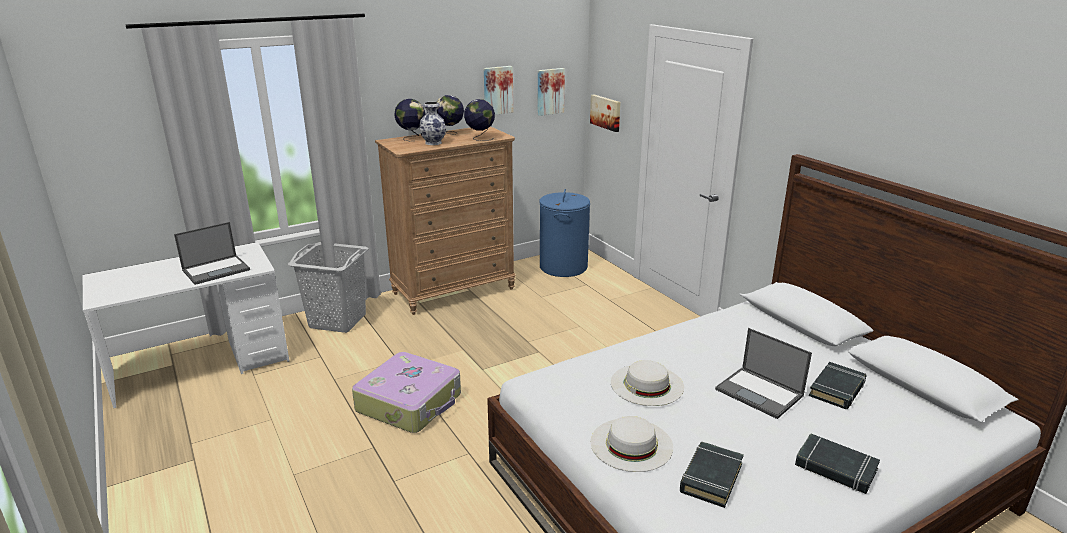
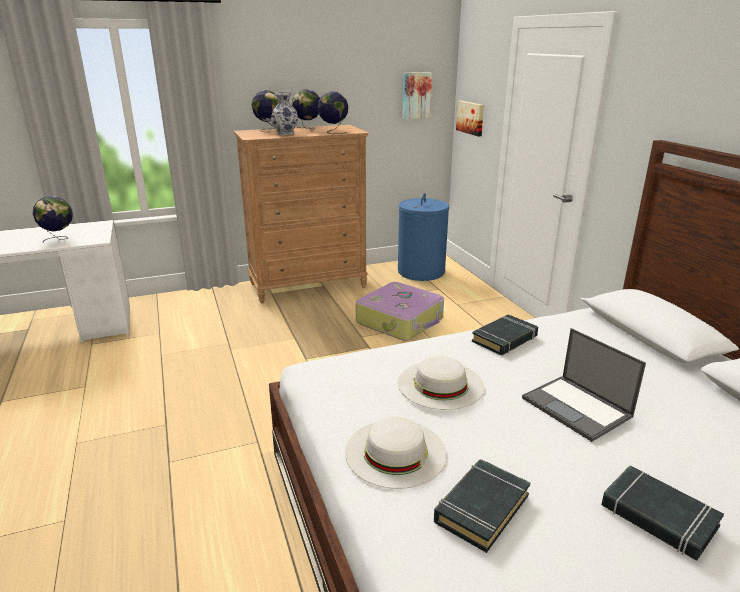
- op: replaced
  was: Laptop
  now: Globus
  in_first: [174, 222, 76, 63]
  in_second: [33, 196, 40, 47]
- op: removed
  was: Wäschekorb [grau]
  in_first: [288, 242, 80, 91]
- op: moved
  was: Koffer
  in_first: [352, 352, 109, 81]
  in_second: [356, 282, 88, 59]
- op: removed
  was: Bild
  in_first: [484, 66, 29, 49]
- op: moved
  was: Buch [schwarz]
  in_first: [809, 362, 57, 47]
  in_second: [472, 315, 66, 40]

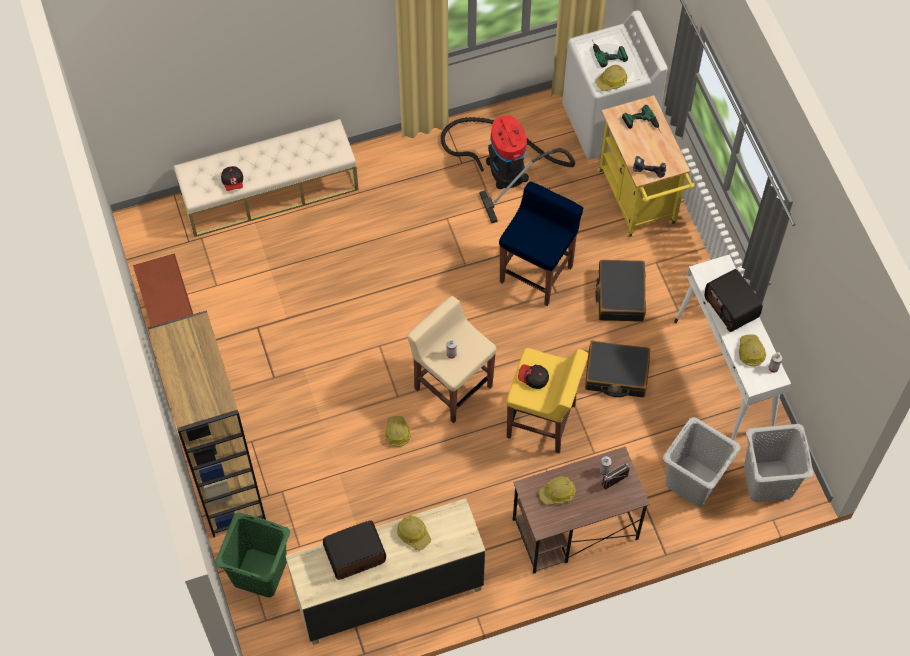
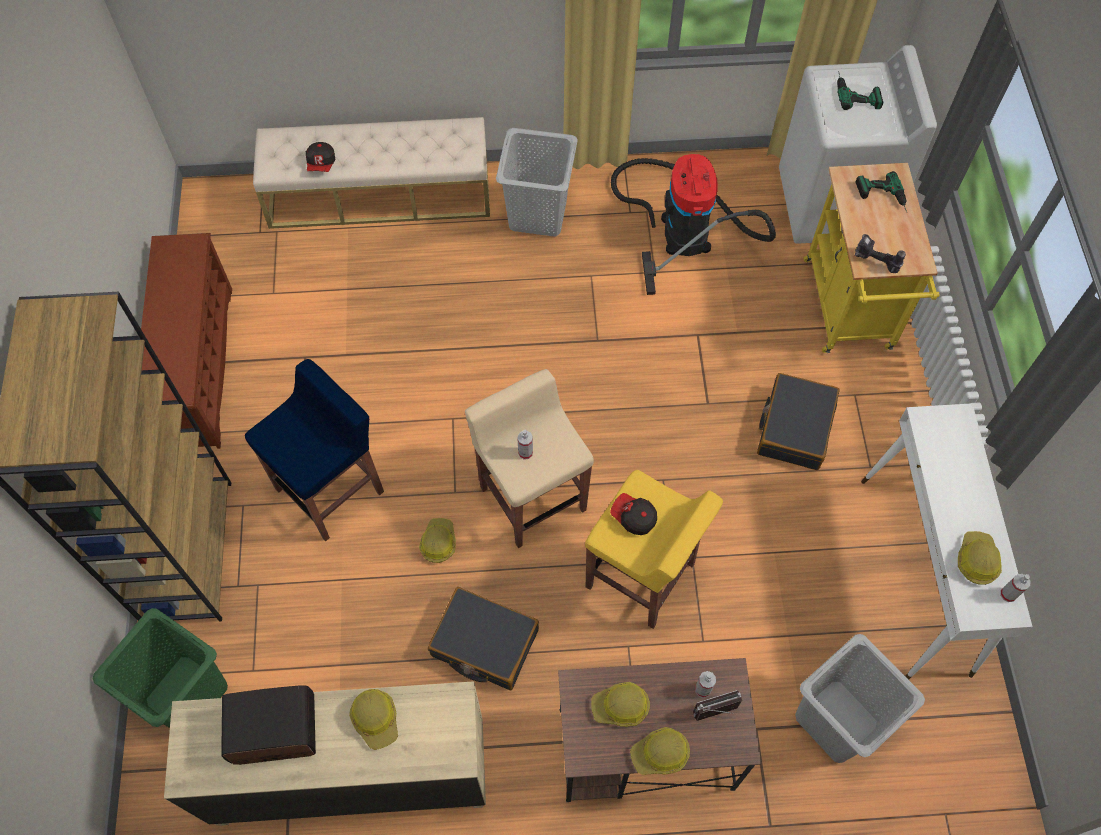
- op: moved
  was: Hocker [blau]
  in_first: [499, 182, 84, 124]
  in_second: [245, 359, 139, 182]
- op: moved
  was: Koffer [schwarz]
  in_first: [585, 341, 65, 56]
  in_second: [428, 587, 111, 103]
- op: moved
  was: Schutzhelm
  in_first: [595, 65, 33, 26]
  in_second: [630, 727, 60, 48]
- op: removed
  was: Radio
  in_first: [705, 269, 58, 63]
- op: moved
  was: Wäschekorb [grau]
  in_first: [744, 424, 69, 78]
  in_second: [496, 128, 82, 108]

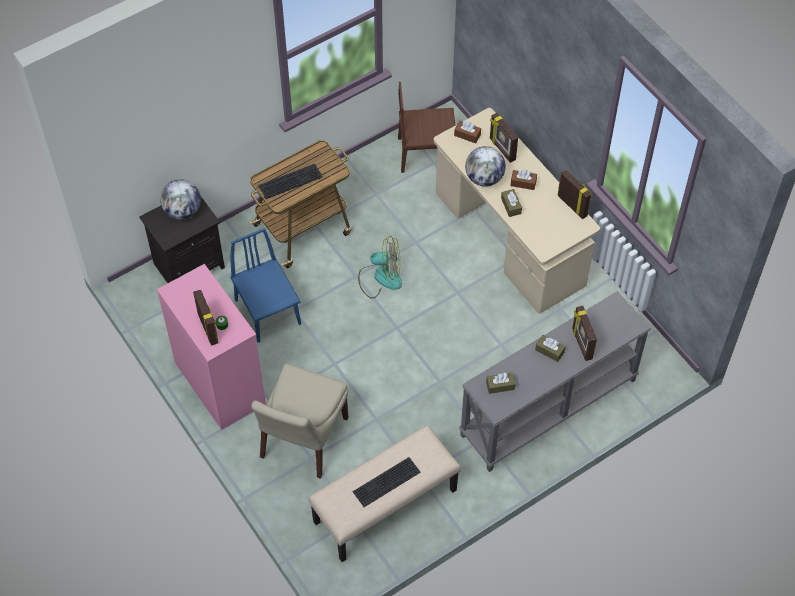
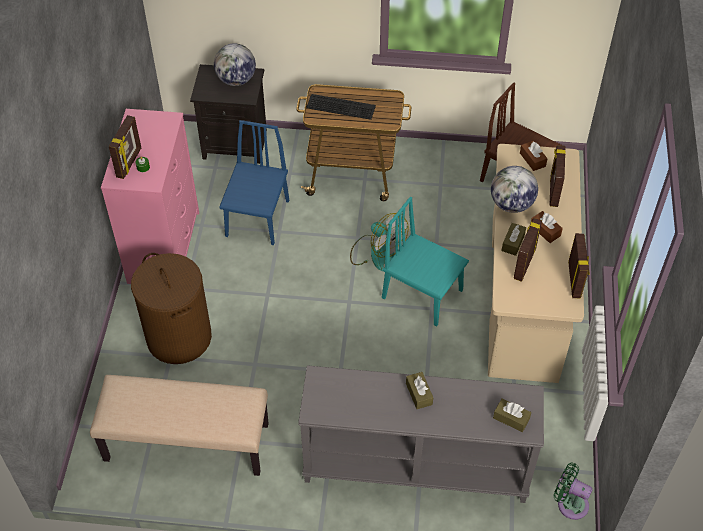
- op: replaced
  was: Stuhl [beige]
  now: Wäschekorb [braun]
  in_first: [251, 364, 97, 115]
  in_second: [131, 253, 81, 111]
- op: removed
  was: Tastatur
  in_first: [353, 457, 68, 50]
- op: moved
  was: Taschentuchbox [braun]
  in_first: [486, 372, 29, 22]
  in_second: [493, 398, 38, 34]
- op: moved
  was: Bilderrahmen
  in_first: [572, 306, 25, 55]
  in_second: [514, 218, 28, 64]
- op: added
  now: Stuhl [türkis]
  in_second: [382, 197, 87, 129]
- op: added
  now: Ventilator [grün]
  in_second: [554, 463, 39, 57]

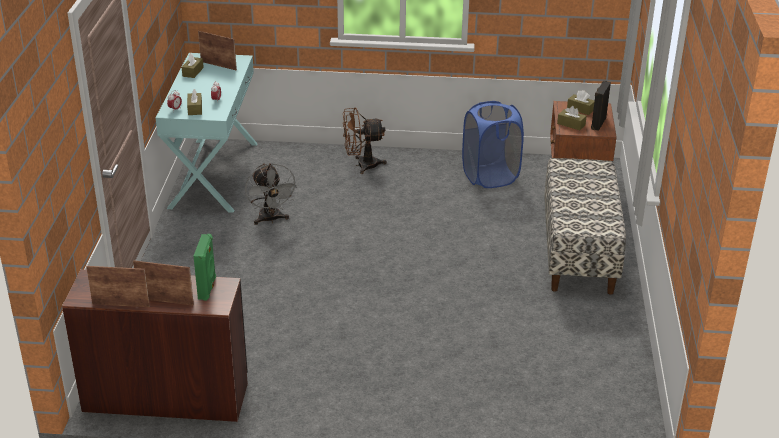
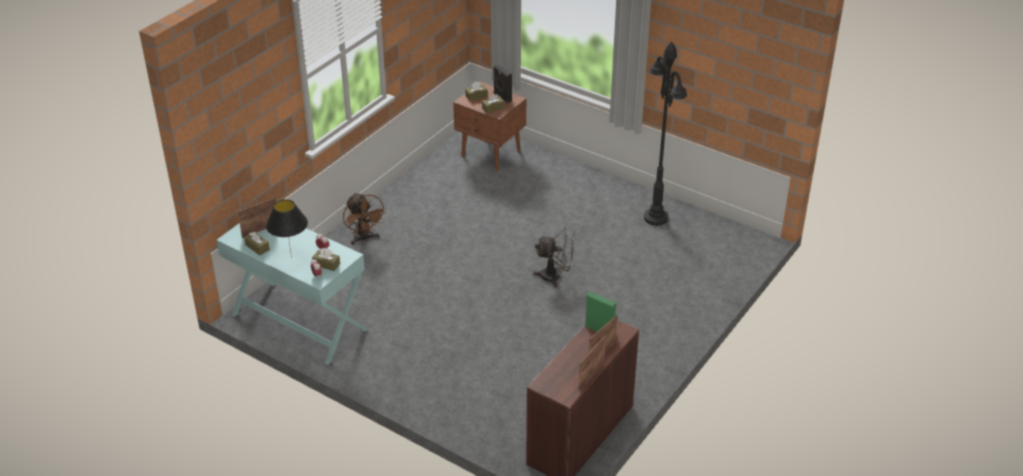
- op: moved
  was: Ventilator [grau]
  in_first: [245, 163, 53, 62]
  in_second: [533, 227, 42, 60]
- op: turned
  was: Ventilator [braun]
  in_first: [342, 108, 45, 66]
  in_second: [343, 193, 44, 52]
  clockwise: -45
- op: removed
  was: Wäschekorb [blau]
  in_first: [462, 101, 62, 87]
- op: removed
  was: Bank
  in_first: [544, 158, 82, 137]
- op: added
  now: Tischlampe [schwarz]
  in_second: [266, 199, 42, 59]
- op: added
  now: Stehlampe [schwarz]
  in_second: [644, 41, 43, 185]

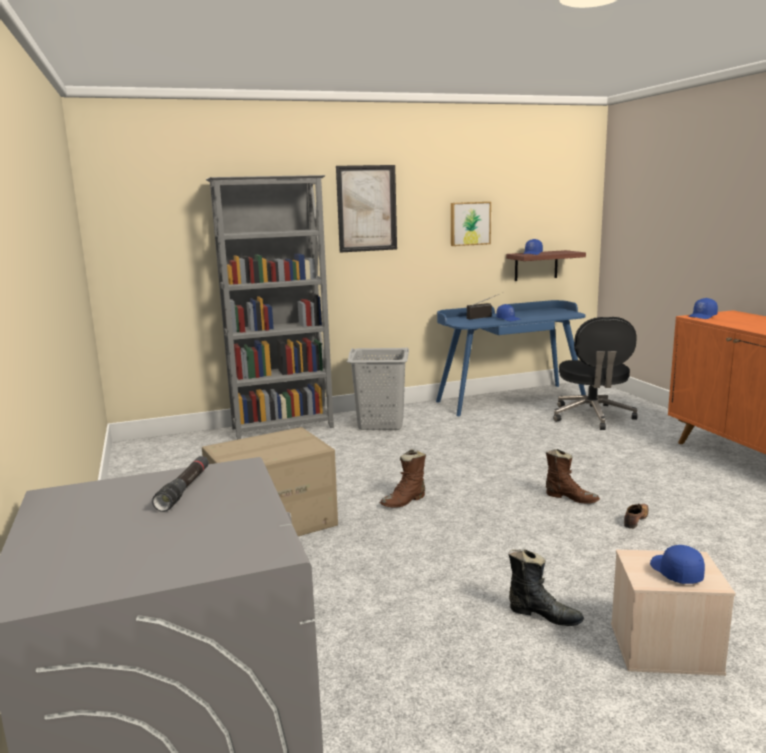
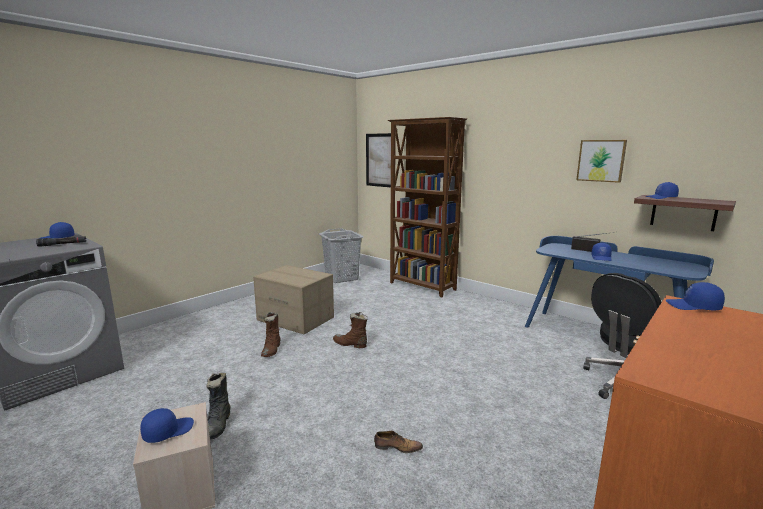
- op: recoloured
  was: Bücherregal [grau]
  now: Bücherregal [braun]
  in_first: [206, 175, 128, 265]
  in_second: [388, 117, 79, 180]
- op: moved
  was: Bild
  in_first: [336, 165, 61, 88]
  in_second: [366, 133, 25, 54]
- op: moved
  was: Wäschekorb [grau]
  in_first: [347, 347, 62, 83]
  in_second: [319, 228, 45, 55]
- op: moved
  was: Stiefel [braun]
  in_first: [546, 449, 54, 55]
  in_second: [261, 312, 20, 45]
- op: added
  now: Kappe [blau]
  in_second: [39, 222, 35, 17]

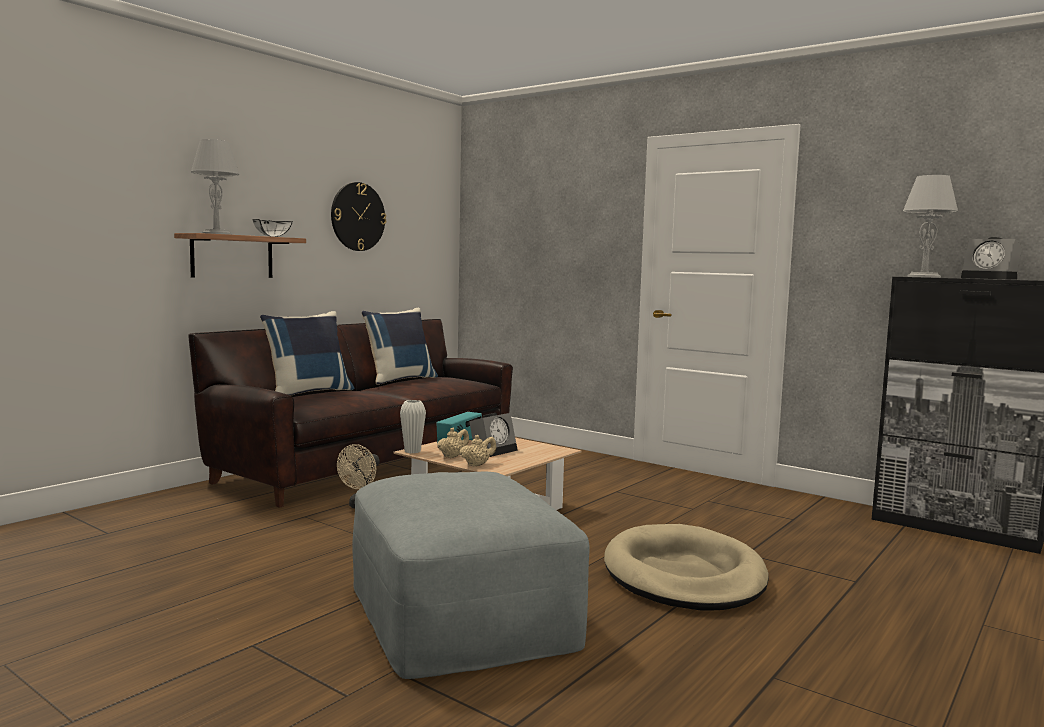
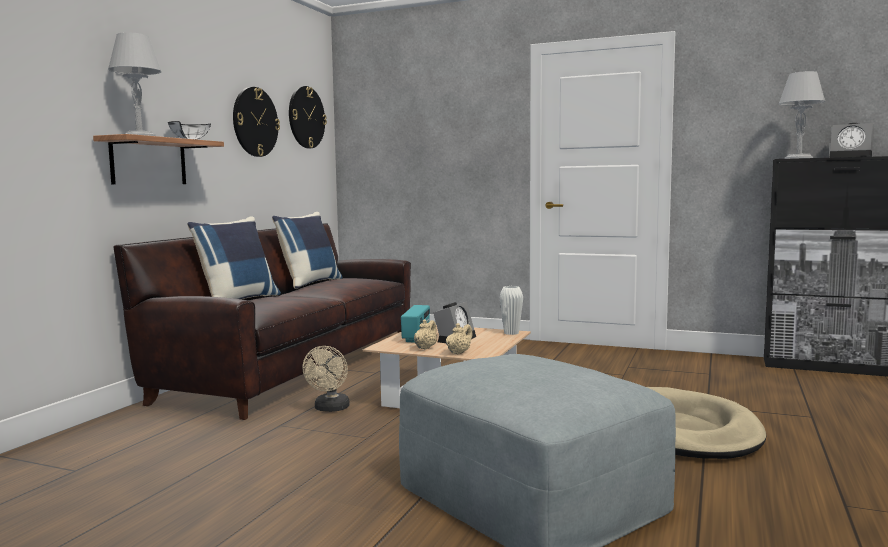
- op: moved
  was: Vase [weiß]
  in_first: [400, 400, 26, 53]
  in_second: [499, 286, 24, 49]
- op: added
  now: Wanduhr
  in_second: [289, 86, 38, 62]

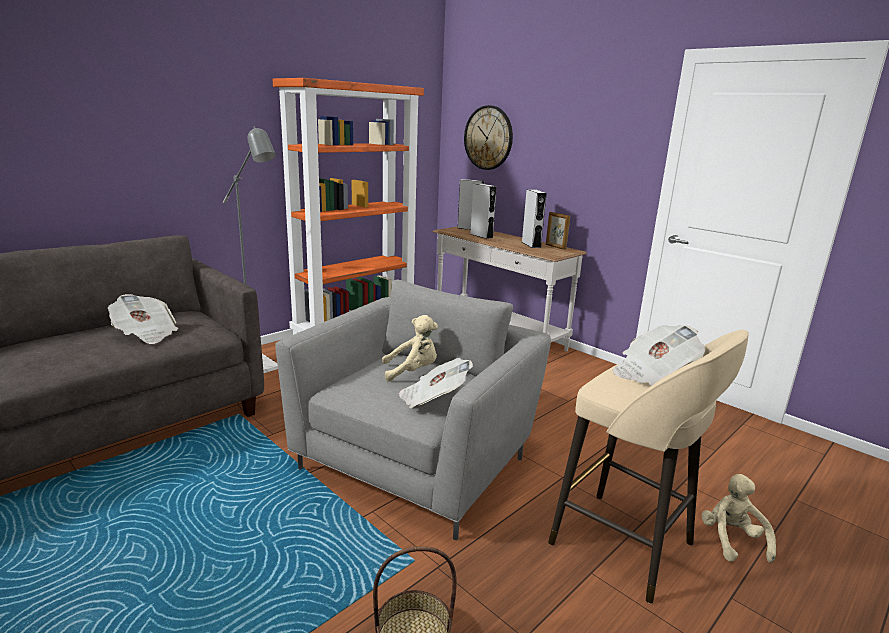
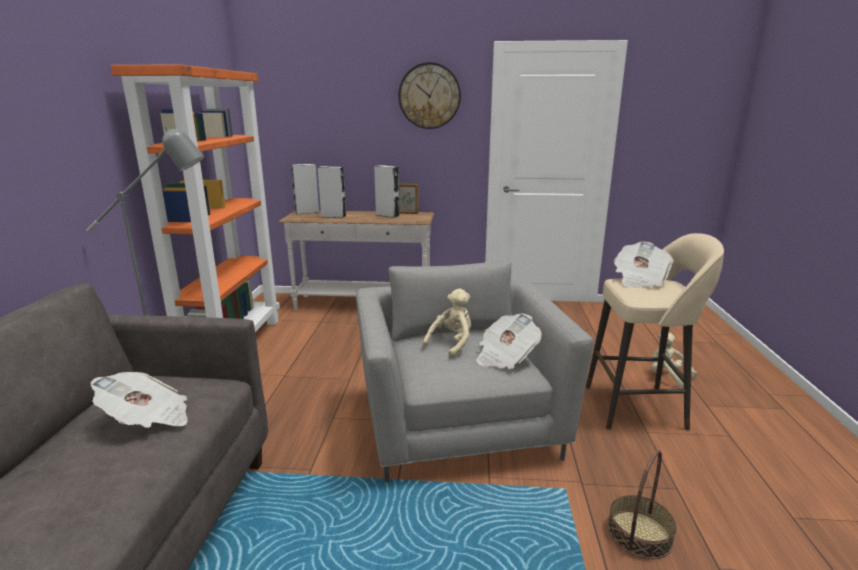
- op: moved
  was: Wanduhr
  in_first: [464, 105, 49, 65]
  in_second: [398, 62, 63, 67]

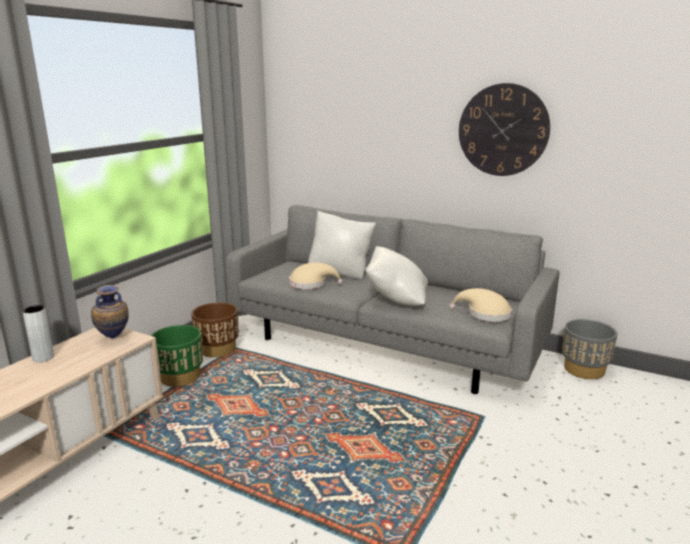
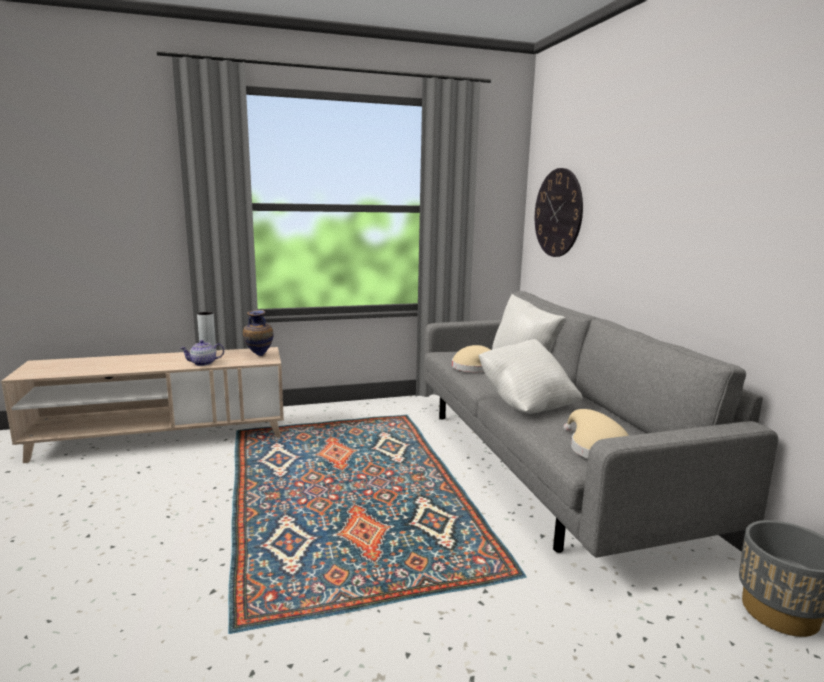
- op: removed
  was: Pflanzkübel [grün]
  in_first: [151, 325, 52, 62]
- op: removed
  was: Pflanzkübel [braun]
  in_first: [191, 302, 47, 56]
- op: moved
  was: Wanduhr
  in_first: [459, 83, 91, 93]
  in_second: [535, 168, 48, 89]
- op: added
  now: Teekanne
  in_second: [180, 340, 44, 26]

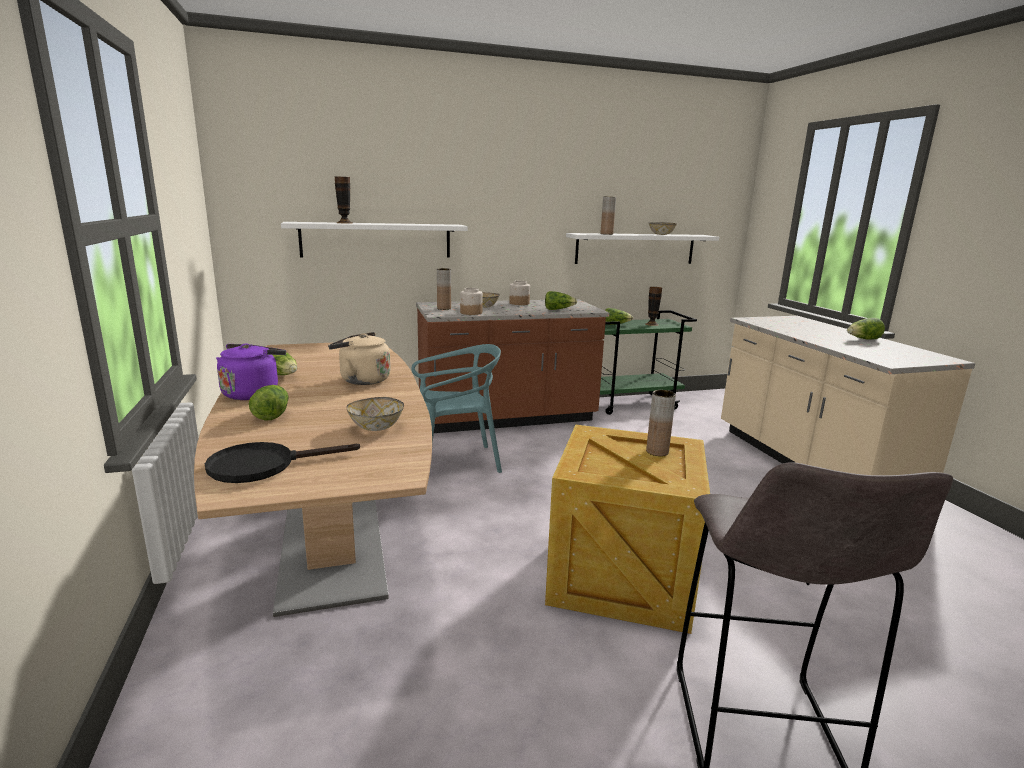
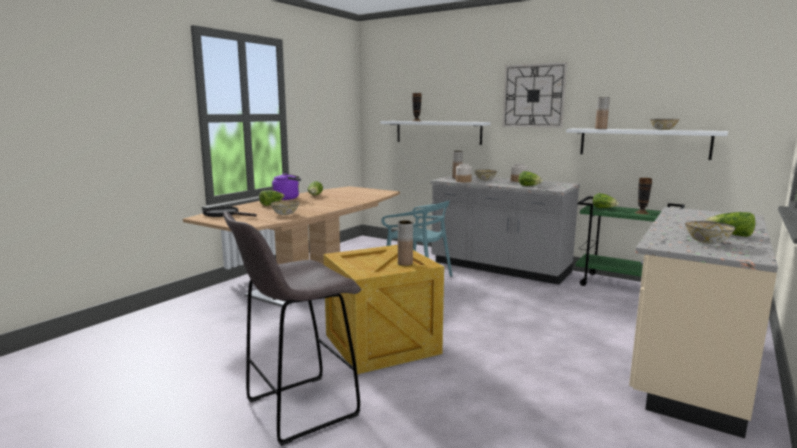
- op: removed
  was: Wasserkessel [beige]
  in_first: [328, 332, 63, 53]
- op: recoloured
  was: Küchenzeile [braun]
  now: Küchenzeile [grau]
  in_first: [416, 299, 193, 134]
  in_second: [430, 176, 150, 109]
- op: added
  now: Wanduhr
  in_second: [502, 62, 65, 66]
- op: added
  now: Schüssel
  in_second: [685, 221, 50, 23]

